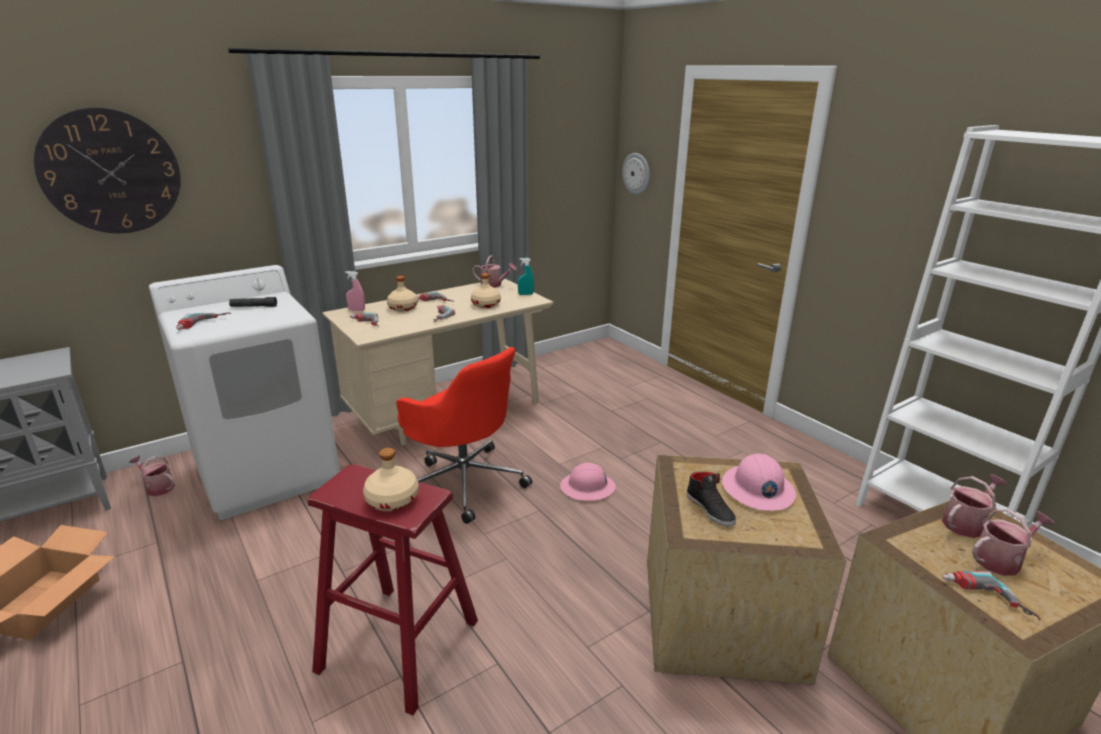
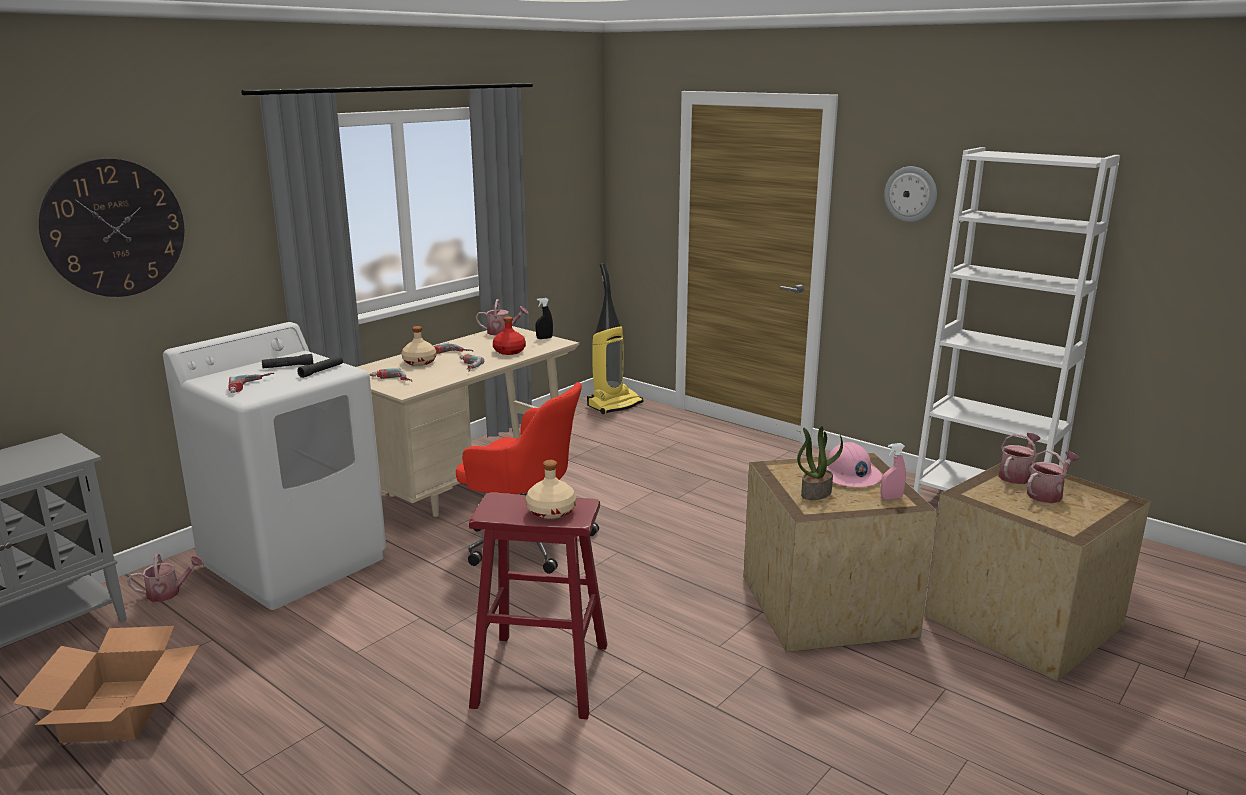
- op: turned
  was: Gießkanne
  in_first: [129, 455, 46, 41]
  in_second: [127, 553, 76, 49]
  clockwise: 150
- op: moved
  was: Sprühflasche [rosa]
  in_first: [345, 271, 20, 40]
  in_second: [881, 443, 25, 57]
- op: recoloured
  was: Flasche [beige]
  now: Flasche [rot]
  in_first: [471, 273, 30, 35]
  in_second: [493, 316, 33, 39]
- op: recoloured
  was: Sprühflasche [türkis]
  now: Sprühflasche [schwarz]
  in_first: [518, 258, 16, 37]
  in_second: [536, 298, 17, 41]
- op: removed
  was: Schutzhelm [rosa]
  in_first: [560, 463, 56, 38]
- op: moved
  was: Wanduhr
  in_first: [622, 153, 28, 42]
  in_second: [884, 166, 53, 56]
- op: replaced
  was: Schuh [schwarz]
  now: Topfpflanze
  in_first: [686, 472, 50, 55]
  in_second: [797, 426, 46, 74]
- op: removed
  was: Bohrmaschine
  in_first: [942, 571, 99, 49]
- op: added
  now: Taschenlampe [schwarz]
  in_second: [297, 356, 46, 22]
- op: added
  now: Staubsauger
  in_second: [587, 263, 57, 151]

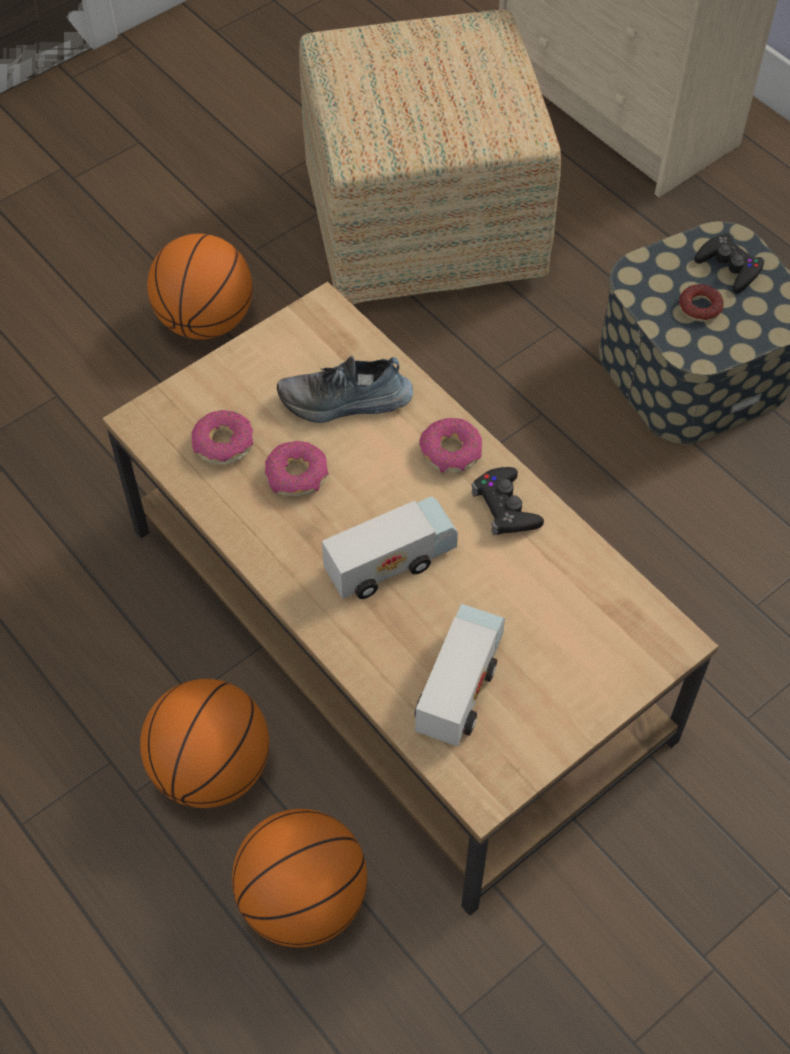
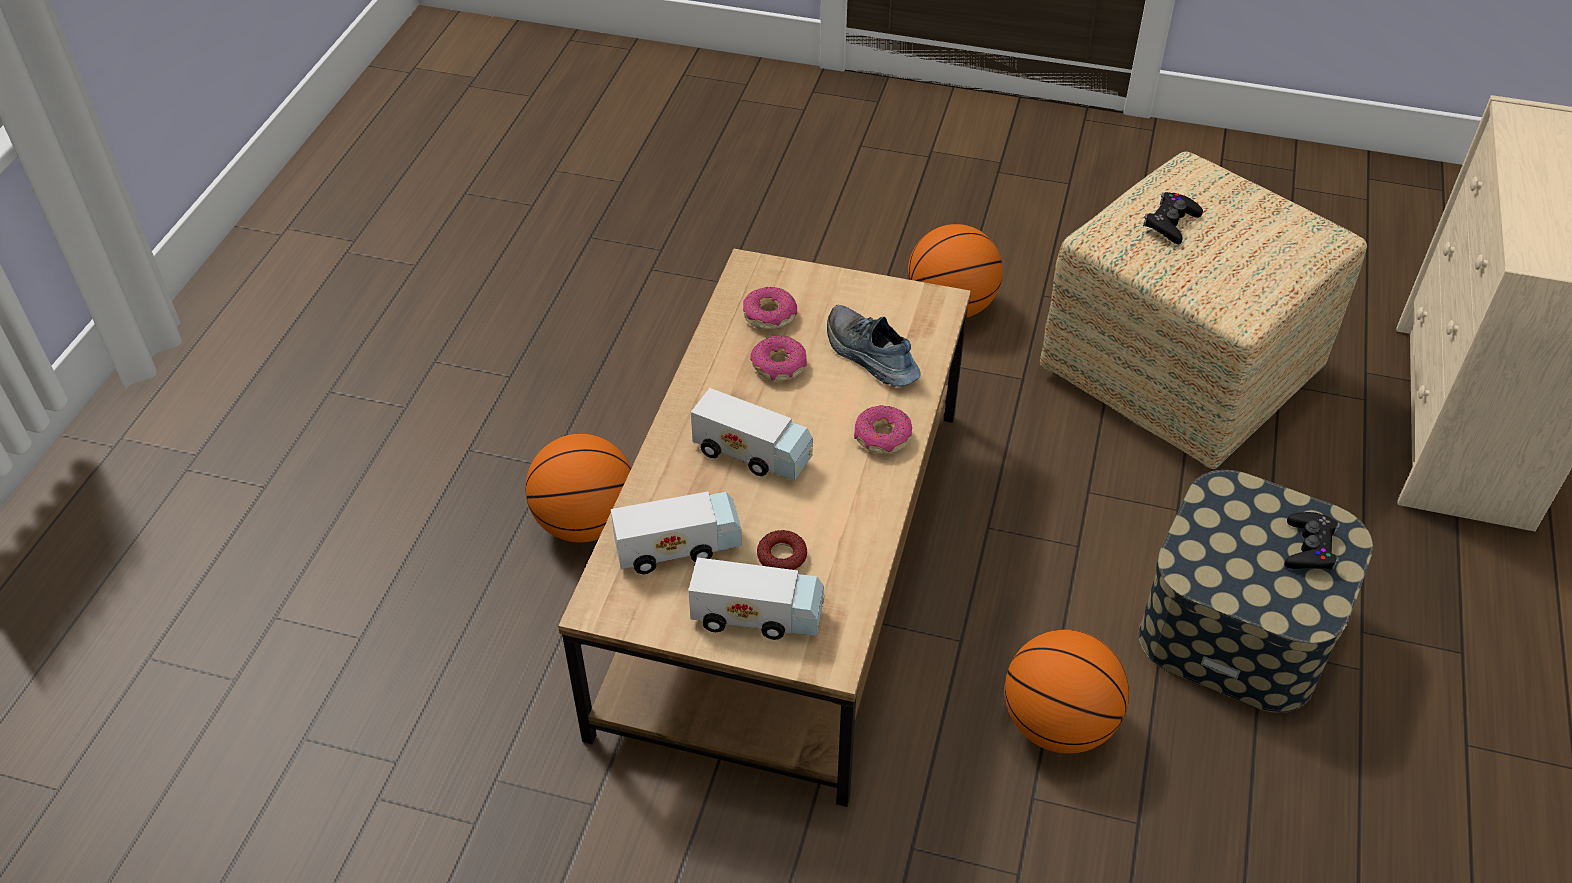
- op: moved
  was: Basketball
  in_first: [232, 809, 135, 138]
  in_second: [1005, 630, 124, 124]
- op: moved
  was: Gamepad [schwarz]
  in_first: [472, 467, 72, 68]
  in_second: [1143, 192, 60, 53]
- op: moved
  was: Donut
  in_first: [679, 284, 45, 38]
  in_second: [757, 530, 50, 40]
- op: added
  now: Spielzeuglaster
  in_second: [688, 557, 136, 83]

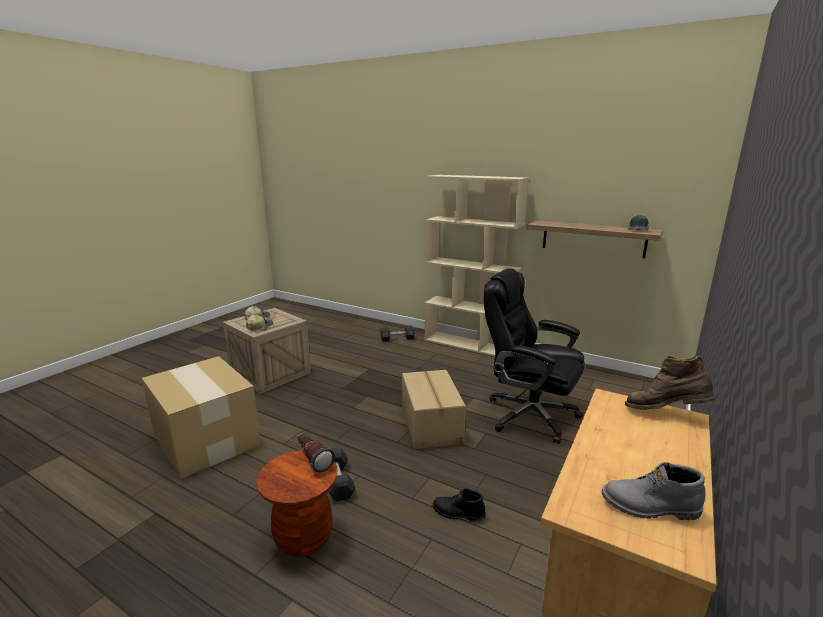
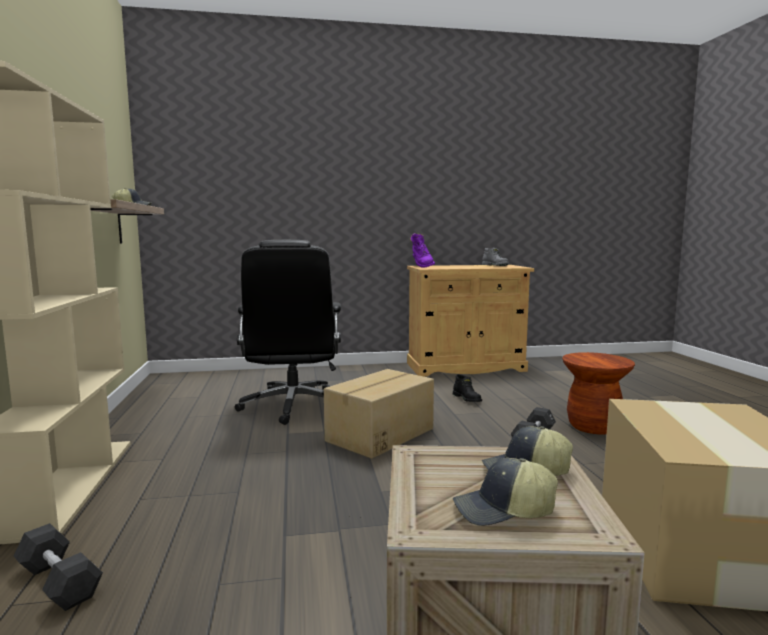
- op: removed
  was: Taschenlampe
  in_first: [297, 433, 38, 40]
- op: recoloured
  was: Stiefel [braun]
  now: Stiefel [lila]
  in_first: [625, 356, 90, 54]
  in_second: [410, 233, 25, 35]

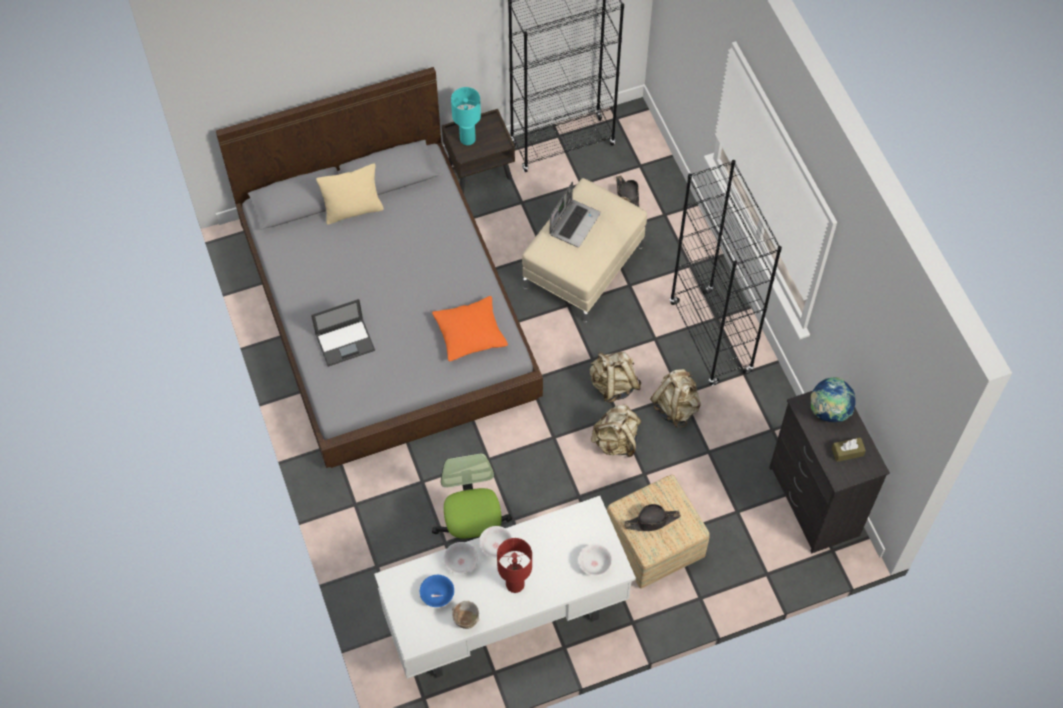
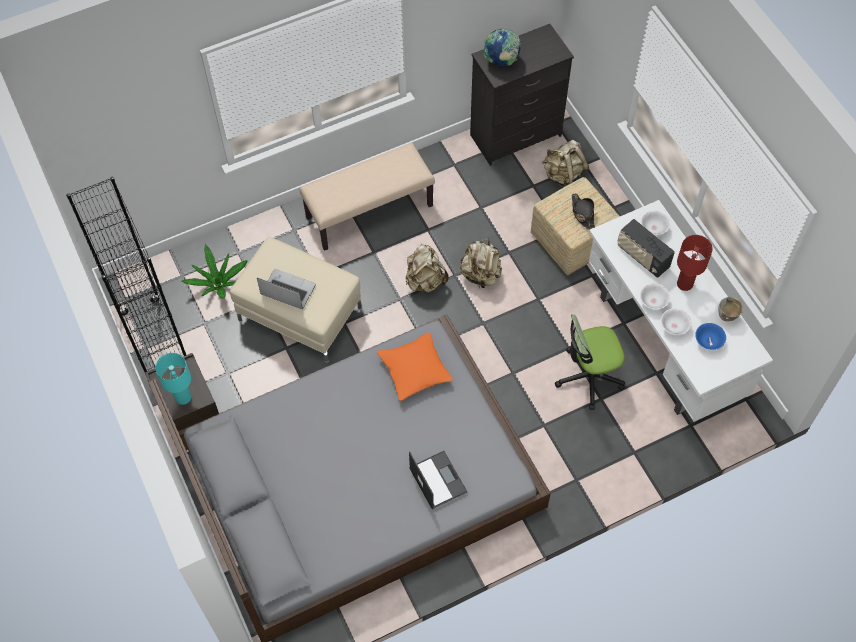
- op: removed
  was: Kissen [beige]
  in_first: [316, 163, 68, 62]
- op: replaced
  was: Hut [schwarz]
  now: Topfpflanze
  in_first: [616, 175, 23, 32]
  in_second: [182, 244, 66, 55]
- op: moved
  was: Rucksack [beige]
  in_first: [650, 369, 51, 59]
  in_second: [542, 140, 47, 47]
- op: replaced
  was: Bücherregal [schwarz]
  now: Bank [beige]
  in_first: [669, 160, 113, 226]
  in_second: [300, 143, 135, 108]
- op: removed
  was: Taschentuchbox [braun]
  in_first: [832, 437, 34, 25]
- op: added
  now: Radio
  in_second: [617, 219, 58, 59]

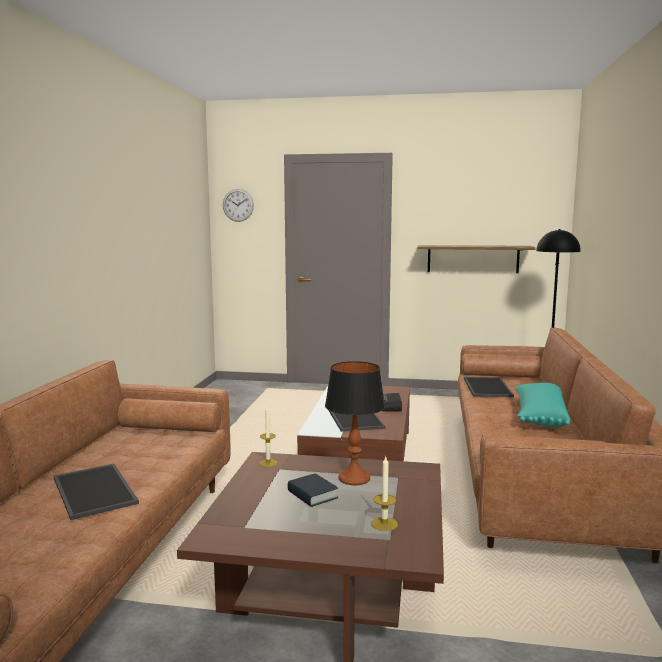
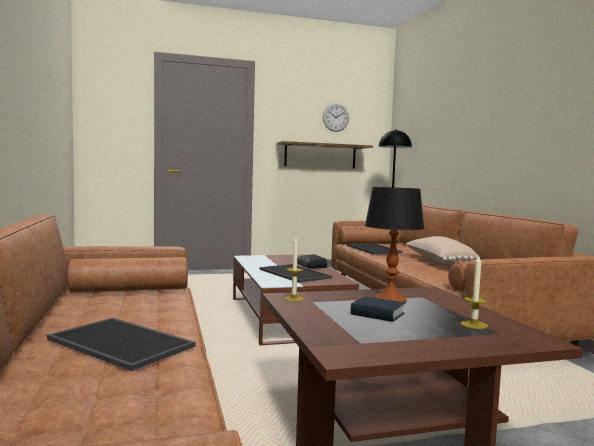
- op: moved
  was: Wanduhr
  in_first: [223, 189, 31, 33]
  in_second: [323, 103, 26, 29]
- op: recoloured
  was: Kissen [türkis]
  now: Kissen [beige]
  in_first: [514, 383, 57, 44]
  in_second: [406, 236, 72, 29]

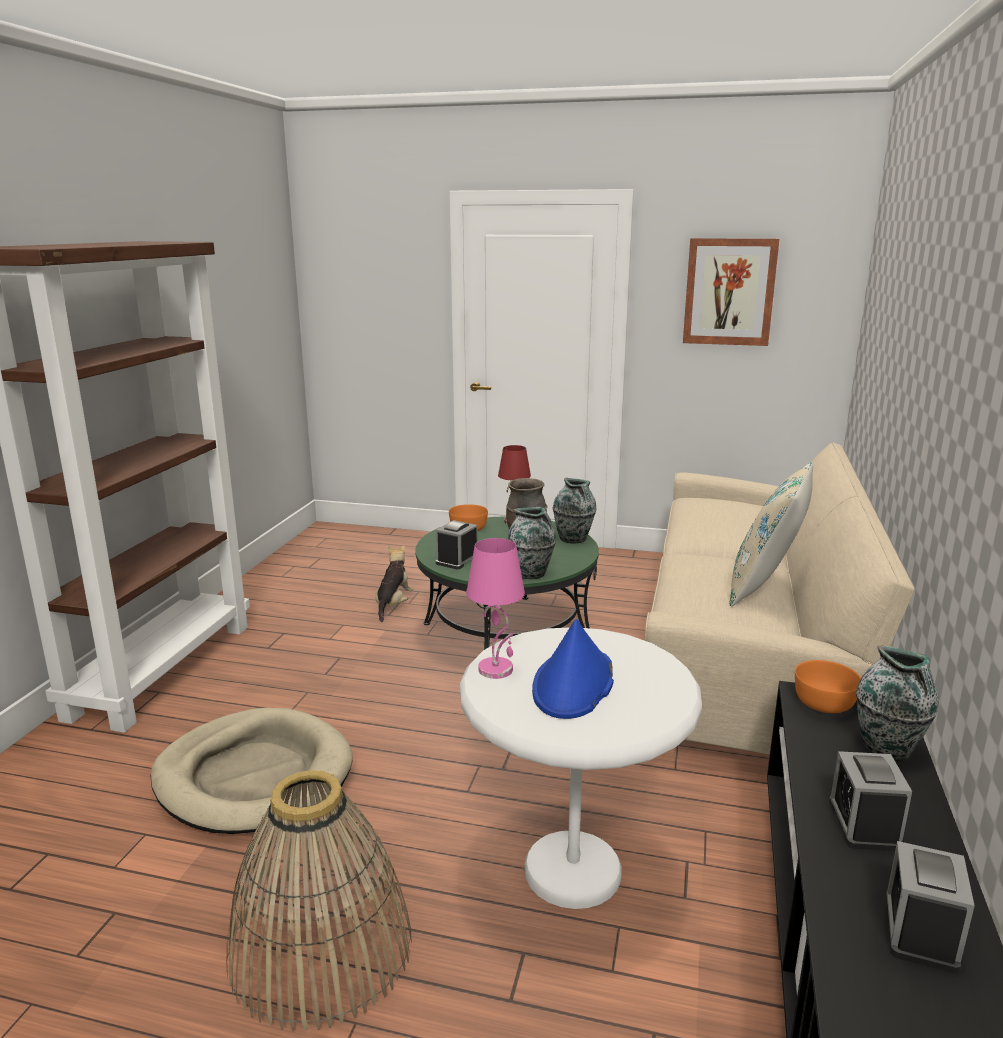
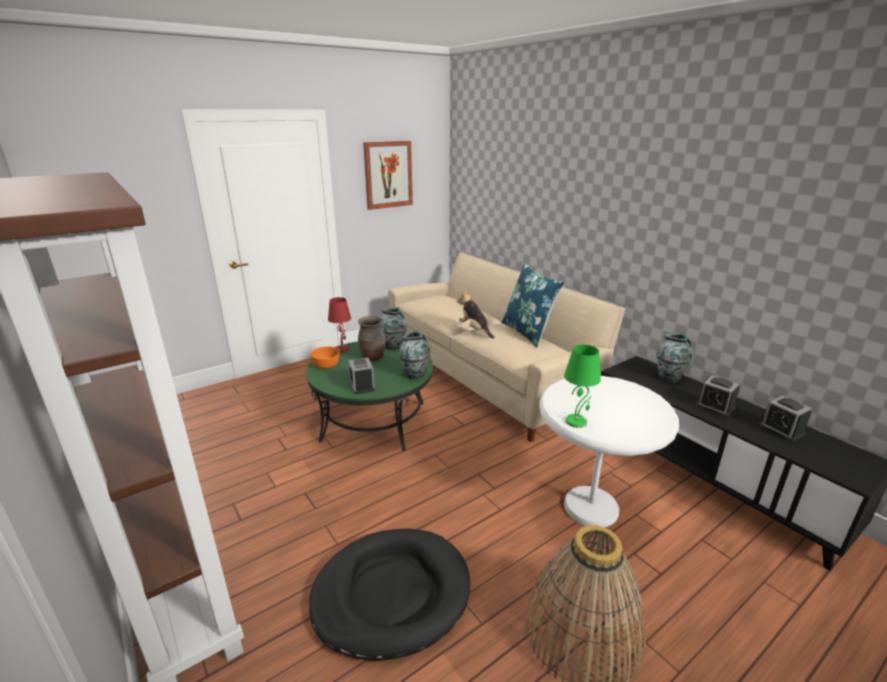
- op: recoloured
  was: Hundebett [beige]
  now: Hundebett [schwarz]
  in_first: [151, 708, 201, 126]
  in_second: [309, 528, 161, 133]
- op: moved
  was: Plüschtier
  in_first: [375, 545, 38, 77]
  in_second: [457, 289, 37, 50]
- op: recoloured
  was: Tischlampe [rosa]
  now: Tischlampe [grün]
  in_first: [466, 538, 59, 141]
  in_second: [564, 345, 37, 83]
- op: removed
  was: Hut [blau]
  in_first: [532, 619, 82, 100]
- op: recoloured
  was: Kissen [beige]
  now: Kissen [blau]
  in_first: [730, 462, 83, 144]
  in_second: [501, 264, 64, 84]
- op: removed
  was: Schüssel [orange]
  in_first: [795, 660, 66, 53]

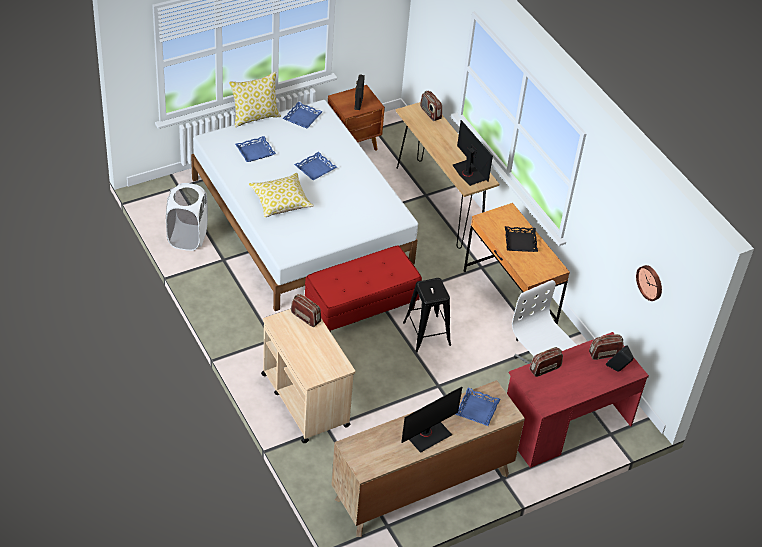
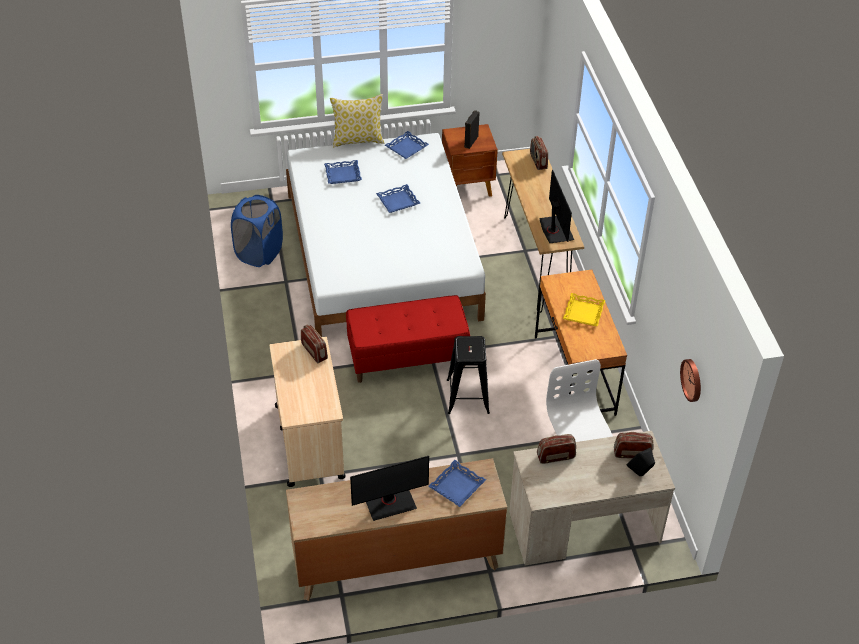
- op: recoloured
  was: Wäschekorb [weiß]
  now: Wäschekorb [blau]
  in_first: [166, 183, 42, 68]
  in_second: [231, 195, 52, 72]
- op: removed
  was: Kissen
  in_first: [249, 173, 65, 44]
- op: recoloured
  was: Tablett [schwarz]
  now: Tablett [gelb]
  in_first: [505, 226, 33, 26]
  in_second: [563, 293, 42, 34]
- op: recoloured
  was: Schreibtisch [rot]
  now: Schreibtisch [beige]
  in_first: [507, 332, 142, 136]
  in_second: [509, 431, 166, 134]

